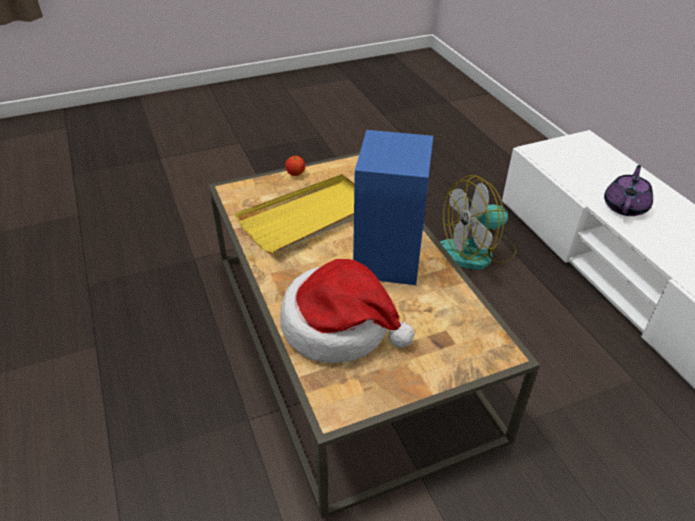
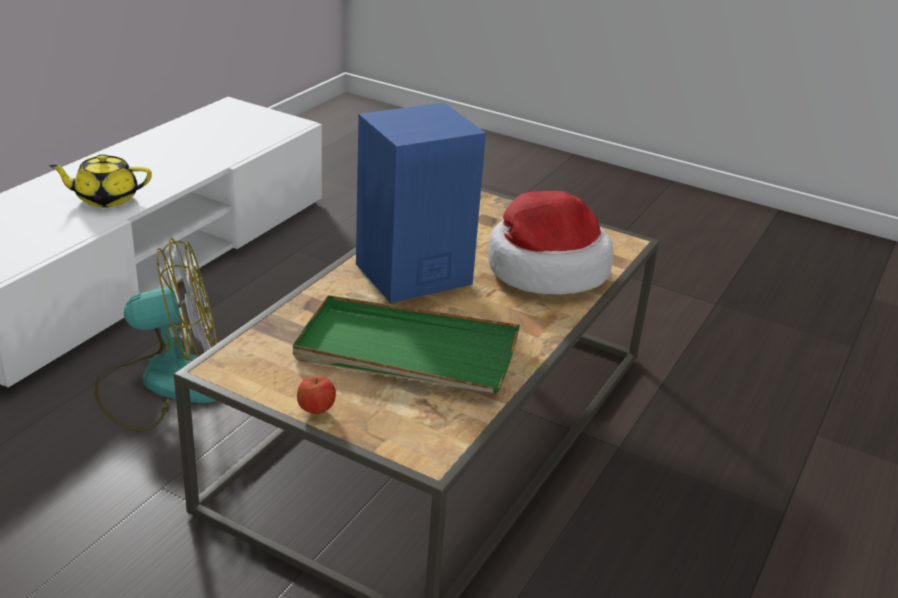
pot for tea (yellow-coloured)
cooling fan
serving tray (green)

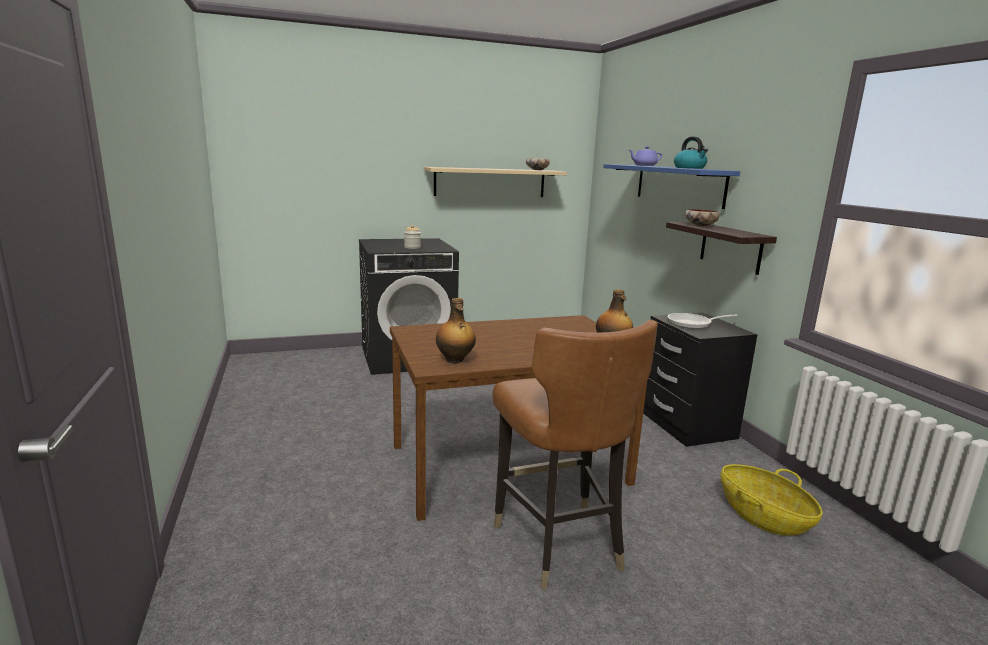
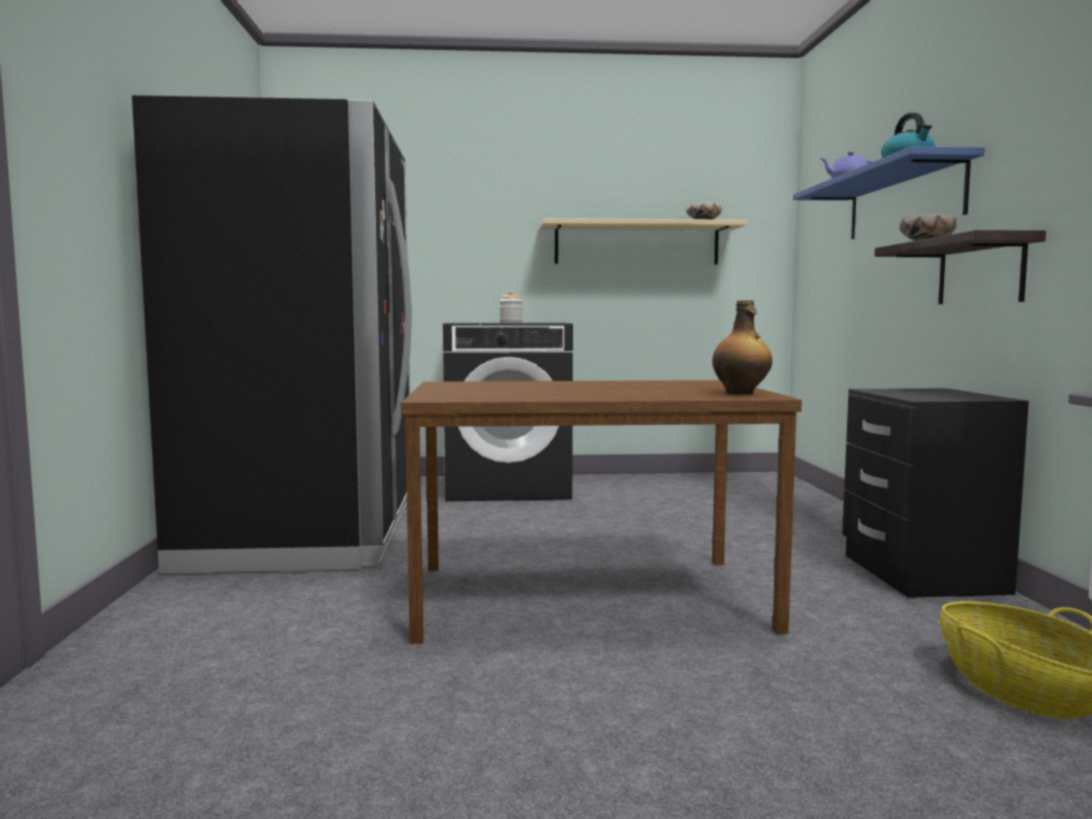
refrigerator (black-coloured)
drink bottle (1st from left in the first image)
chair (brownish)
pan

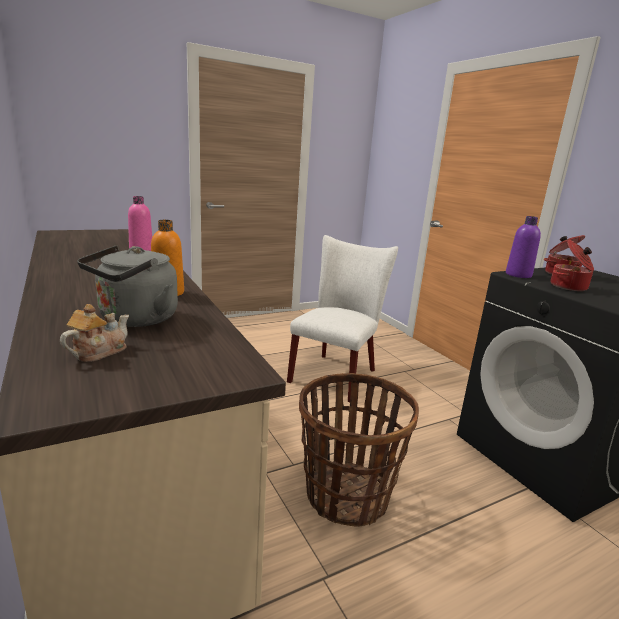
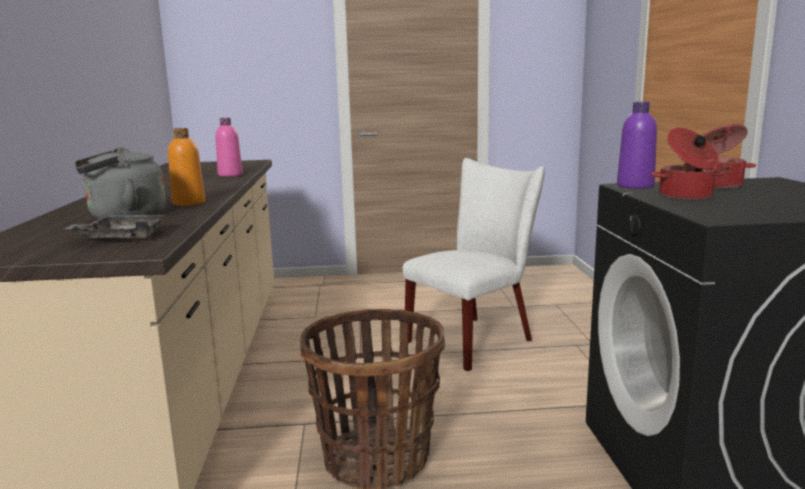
serving tray (grey)
pot for tea

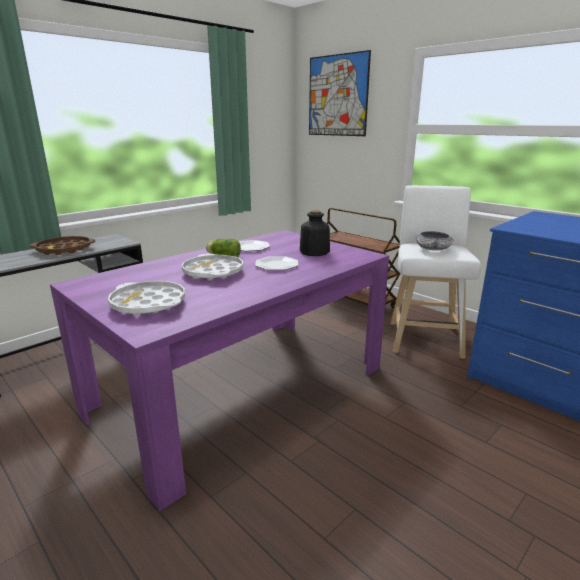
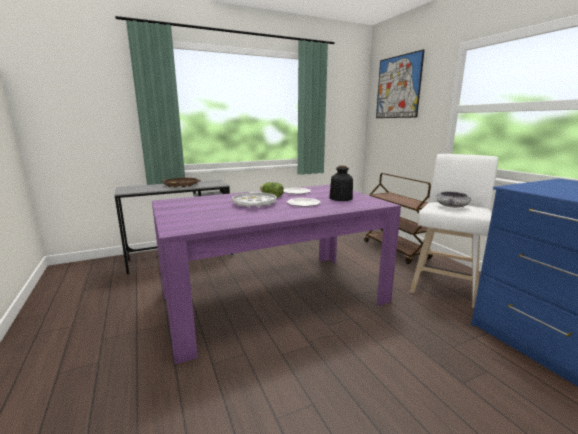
serving tray (white) (1st from left in the first image)

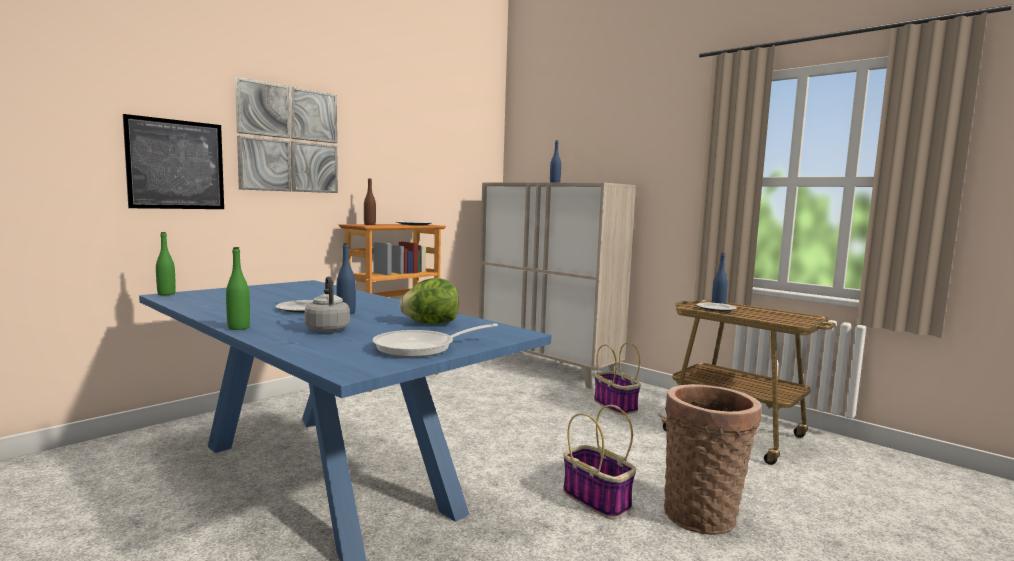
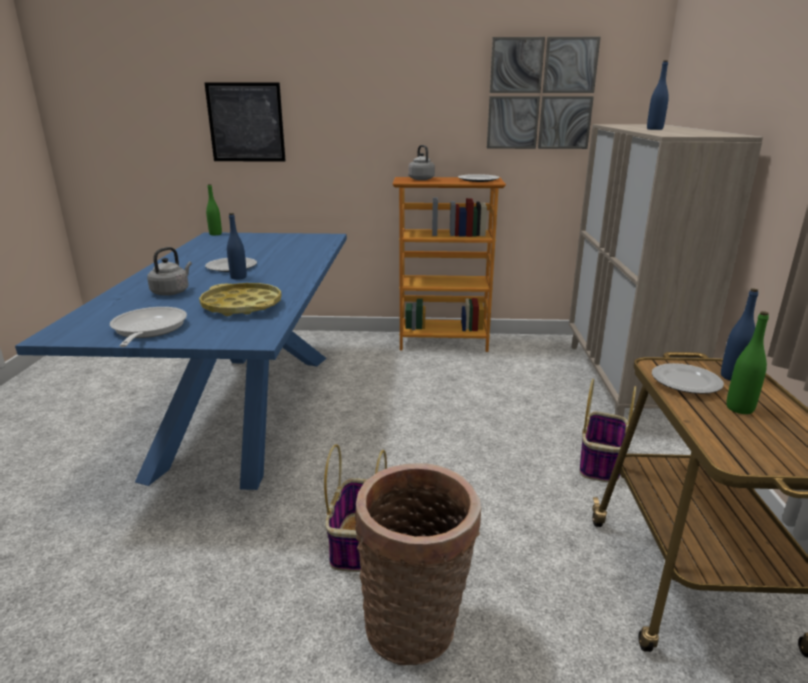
pan
serving tray (yellow-coloured)
kettle (grey) (2nd from left)
wall art (2nd from left)
drink bottle (green) (2nd from left)

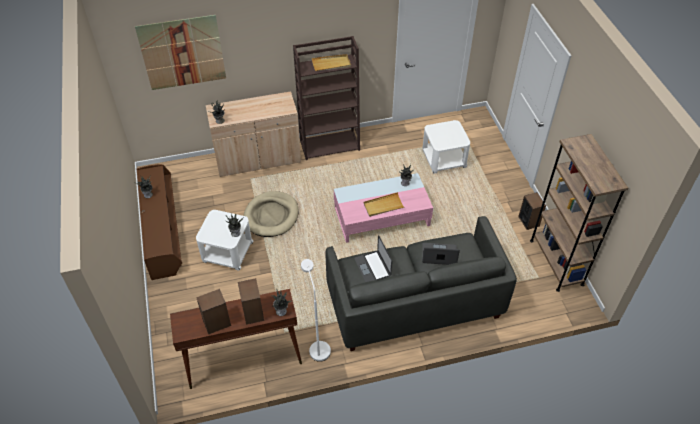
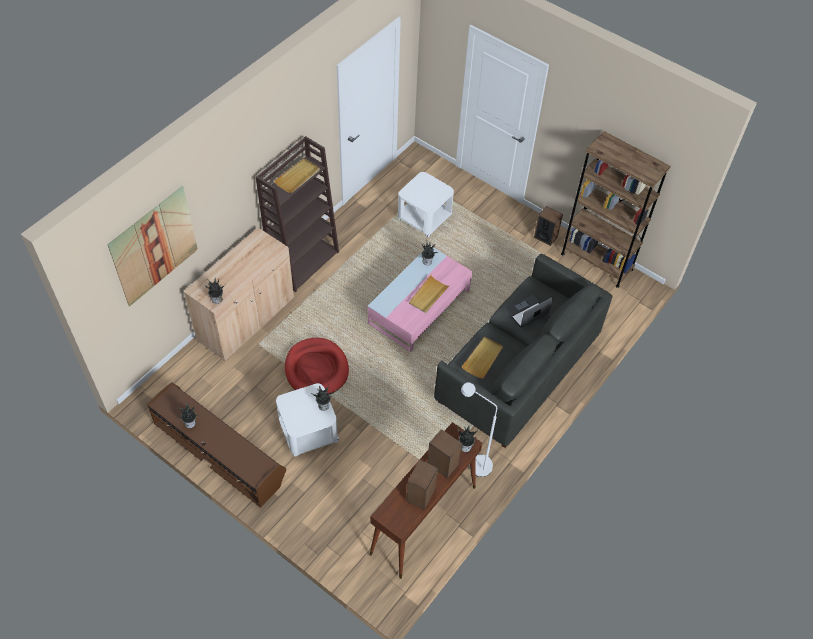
dog cushion (red-coloured)
serving tray (sand-coloured) (3rd from left)

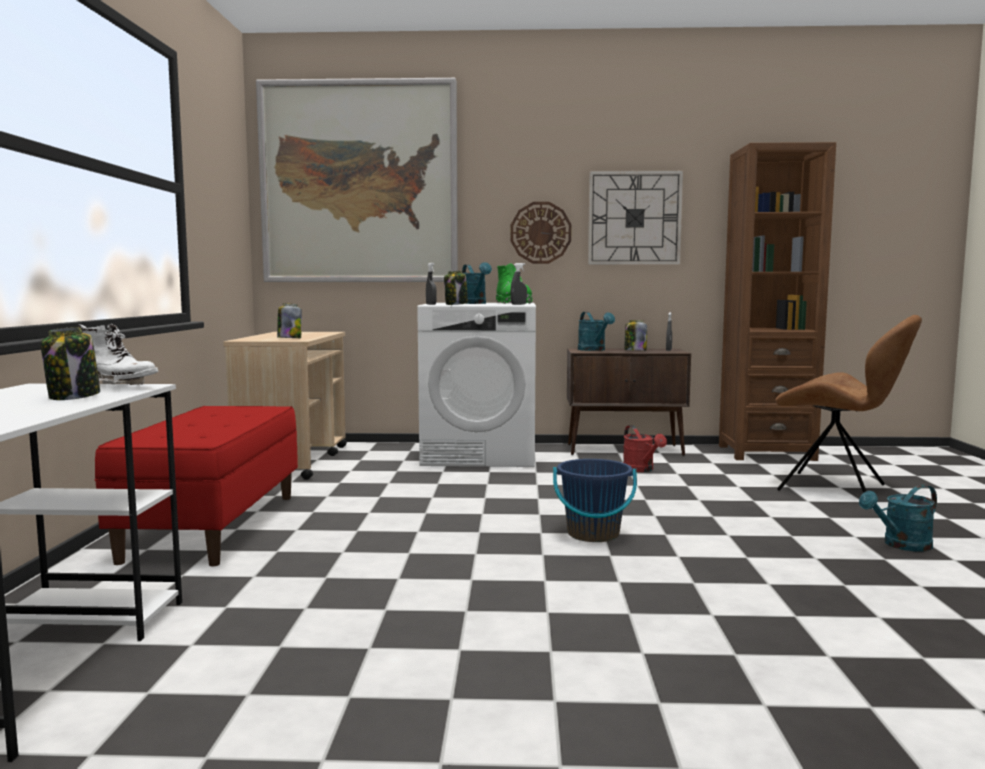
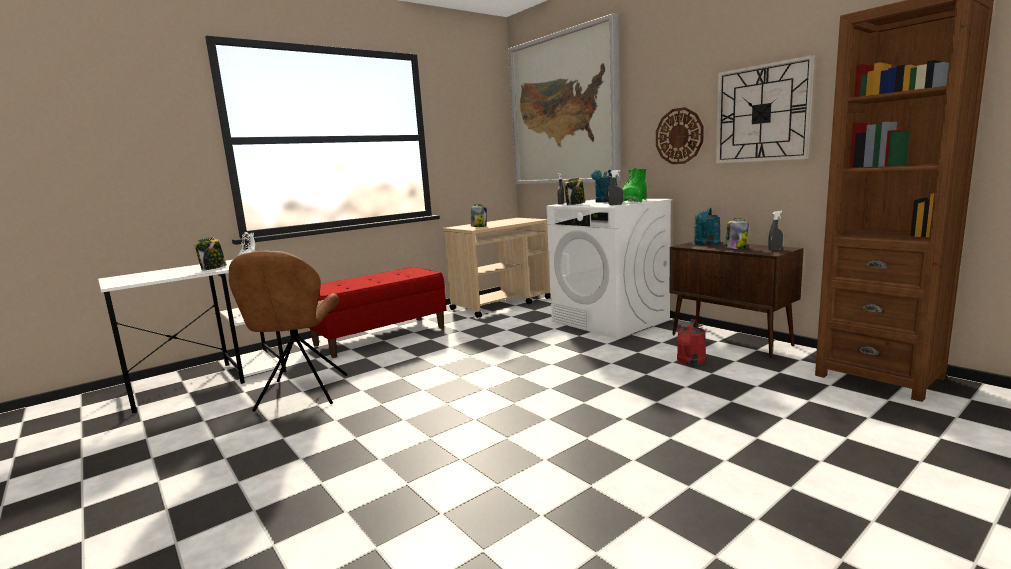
chair (brownish)
bucket (blue)
watering pot (blue-green) (3rd from left in the first image)

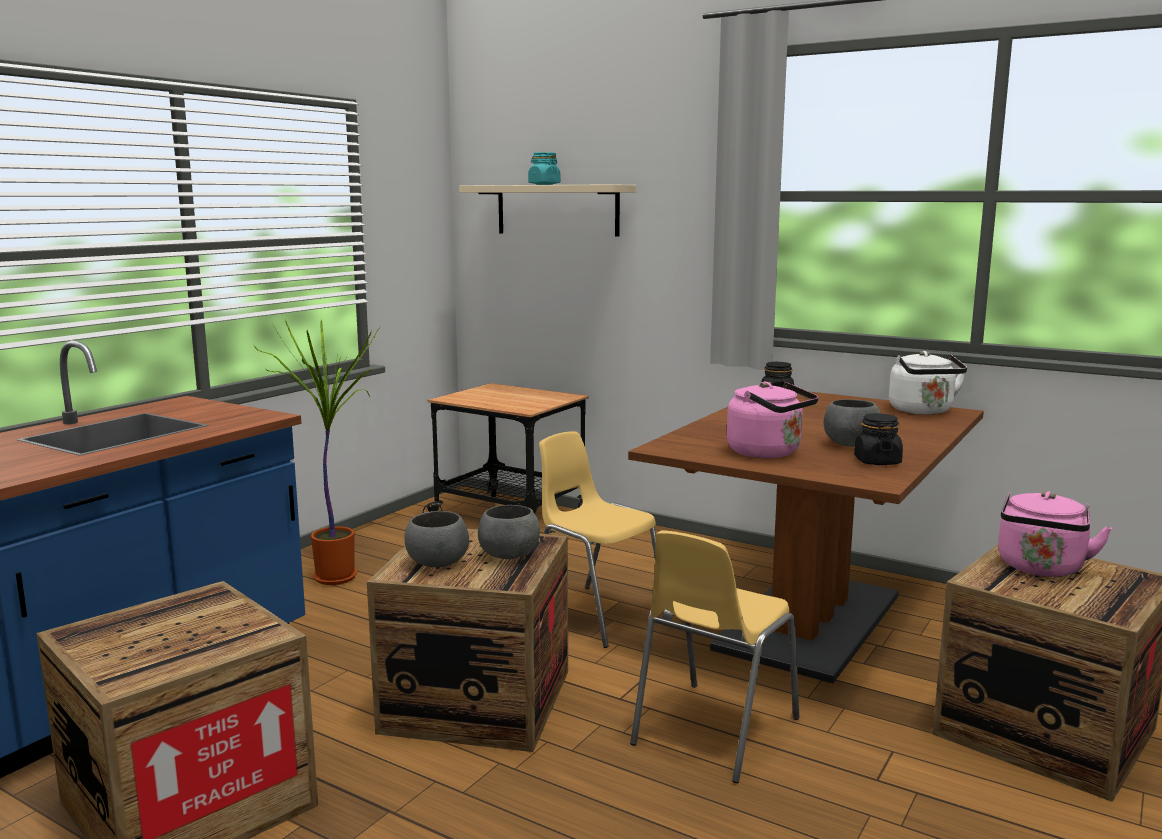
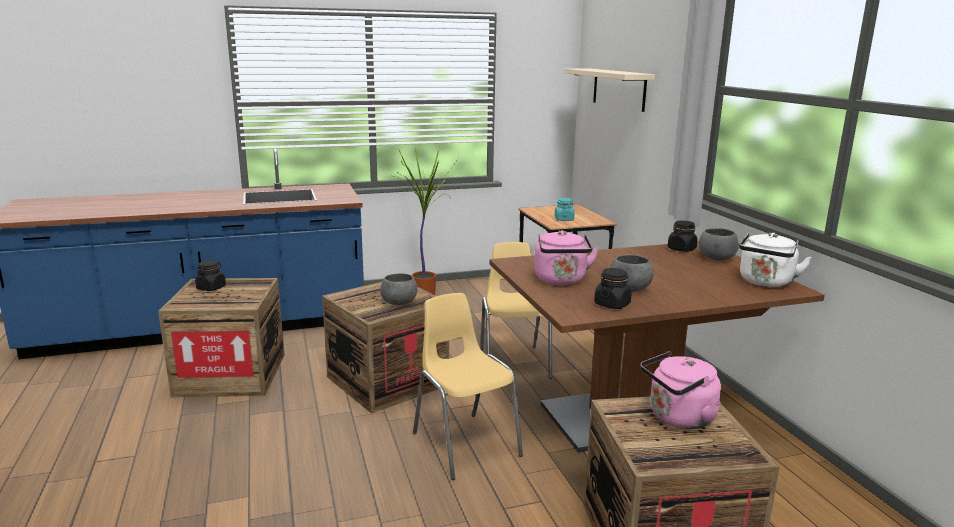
storage jar (black-coloured) (1st from left)
chair (yellow-coloured) (1st from left)
storage jar (blue-green)
serving bowl (grey) (3rd from left)

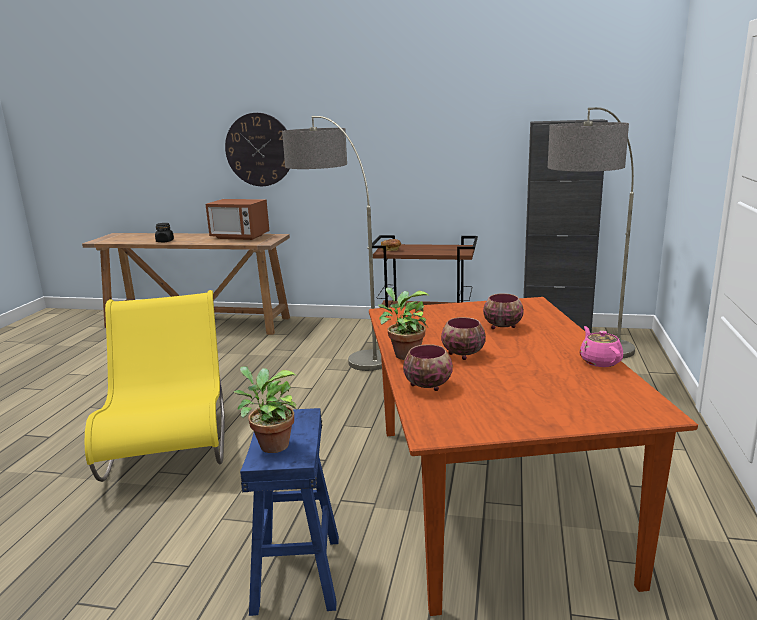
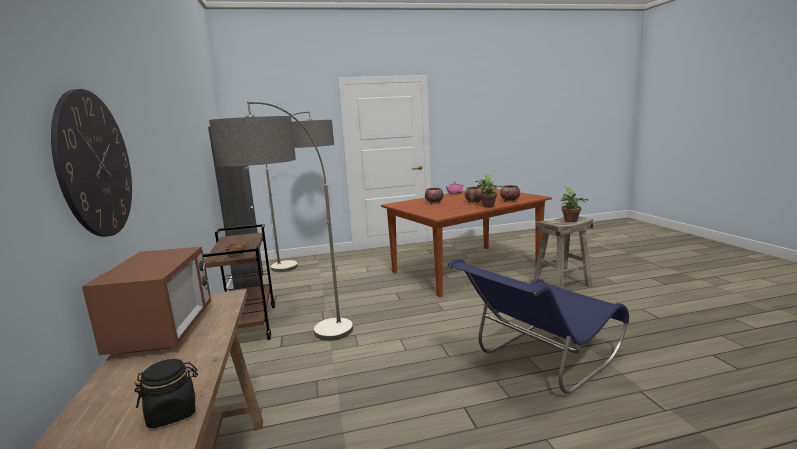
chair (blue)
stool (sand-coloured)

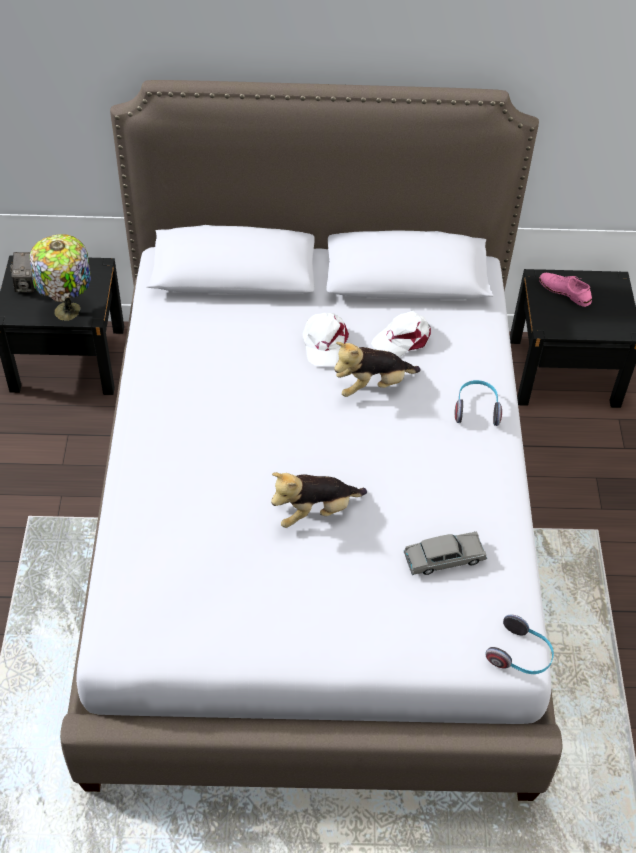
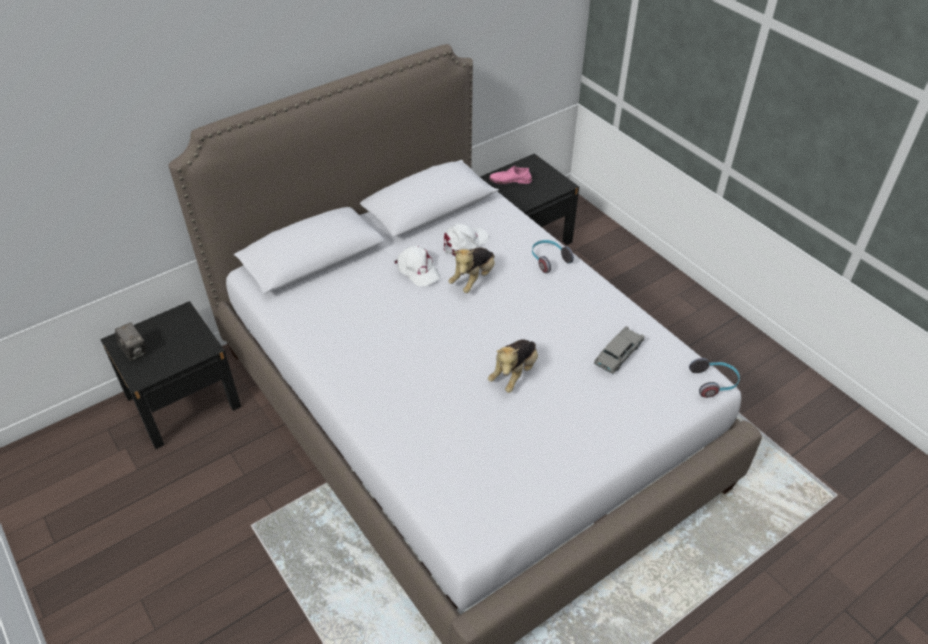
cap (white) (2nd from left)
lamp for a table

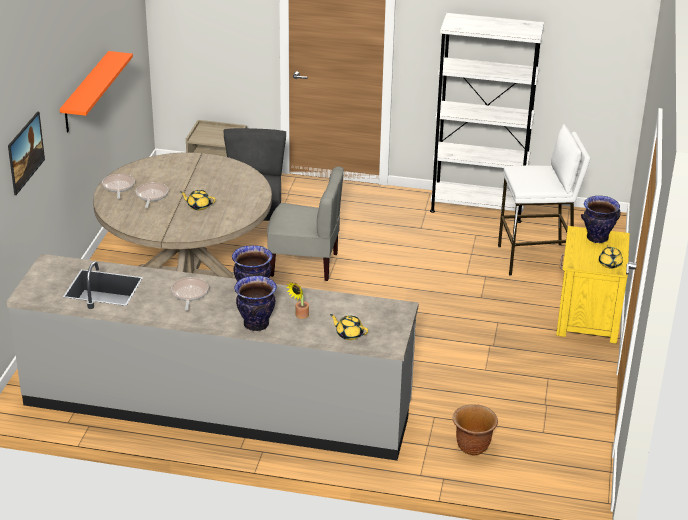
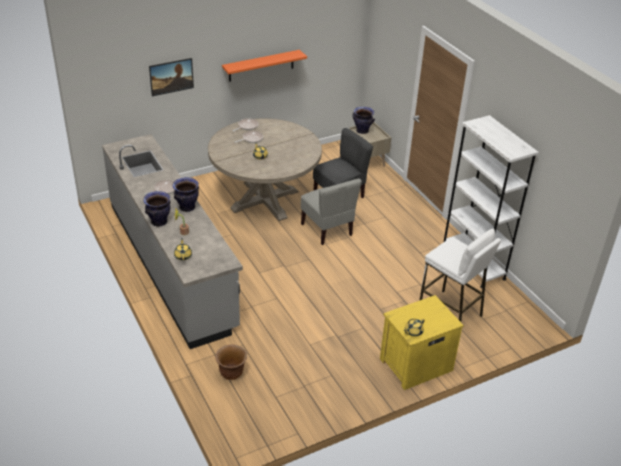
decorative vase (3rd from left)

